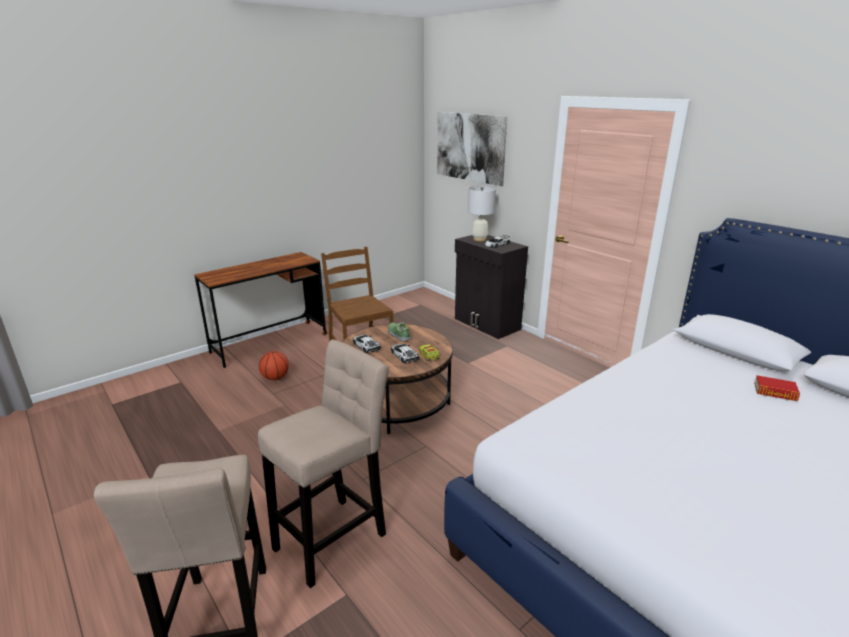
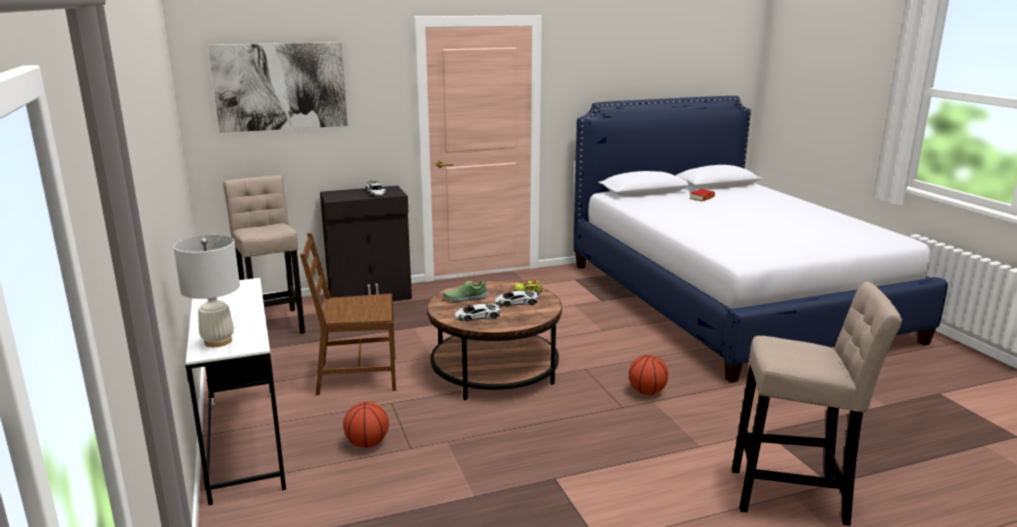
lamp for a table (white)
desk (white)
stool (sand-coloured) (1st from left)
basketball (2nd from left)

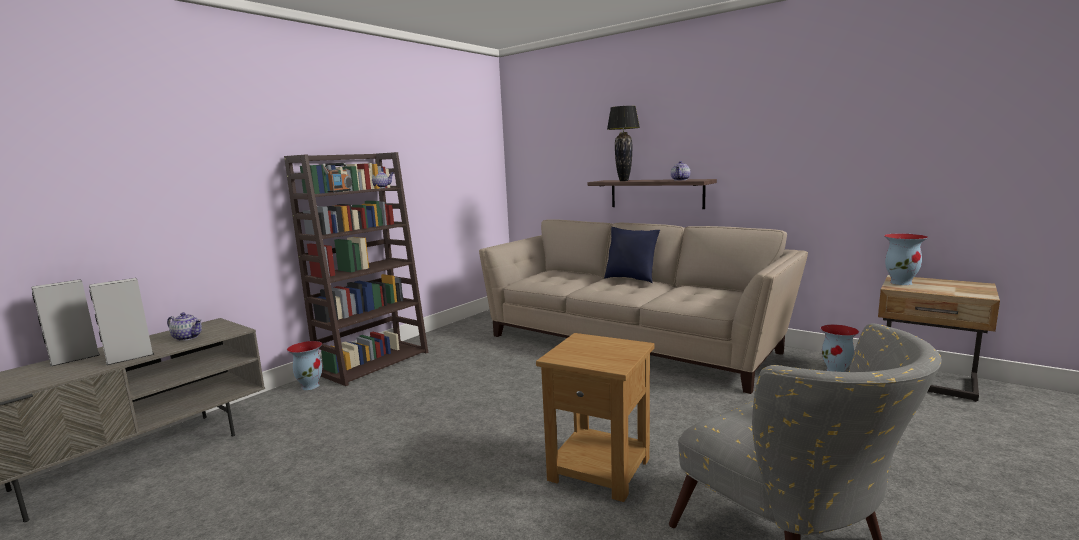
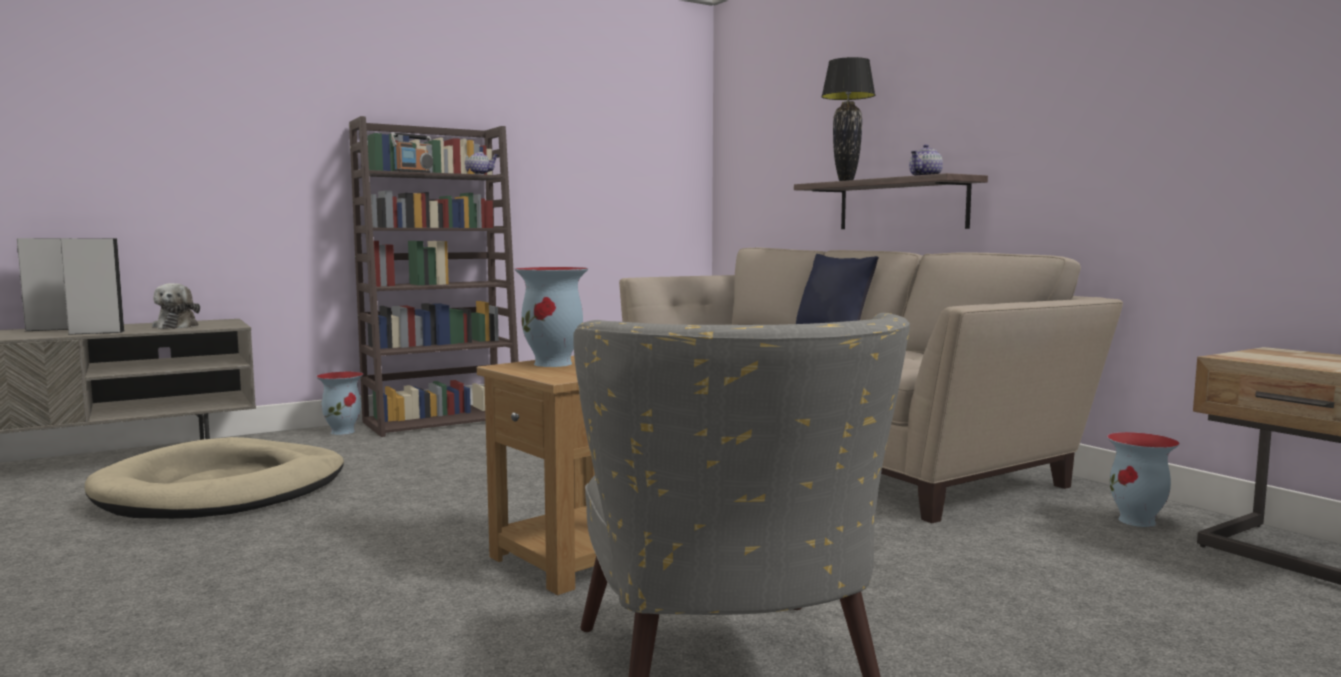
dog cushion (sand-coloured)
soft toy
decorative vase (2nd from left)

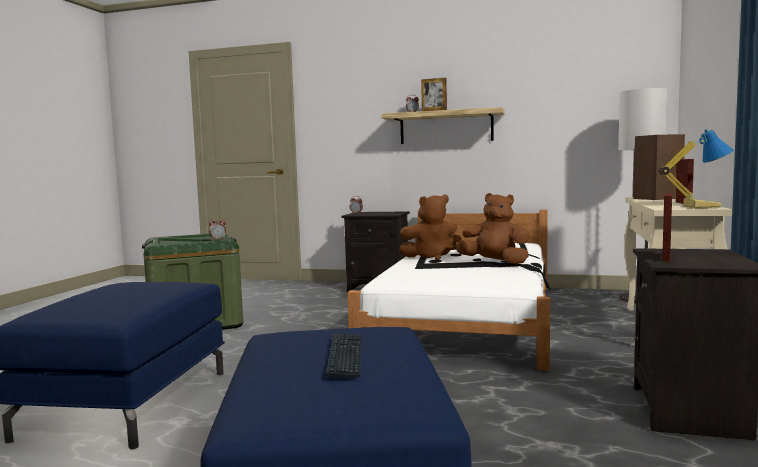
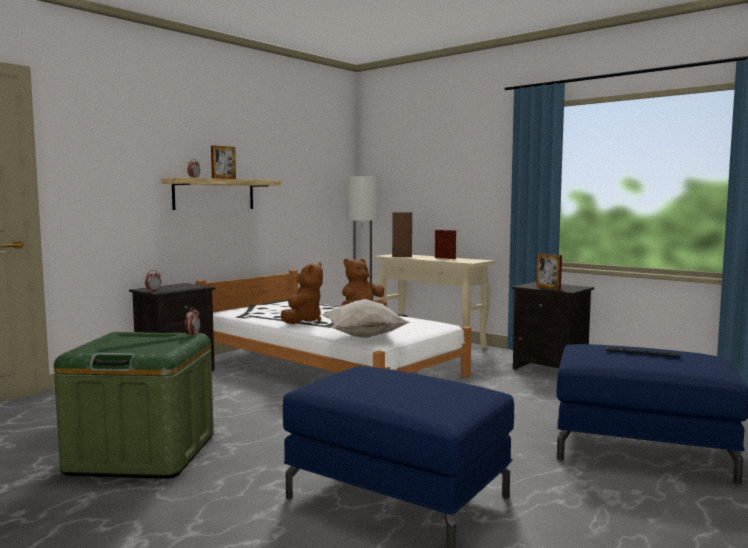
throw pillow (white)
lamp for a table

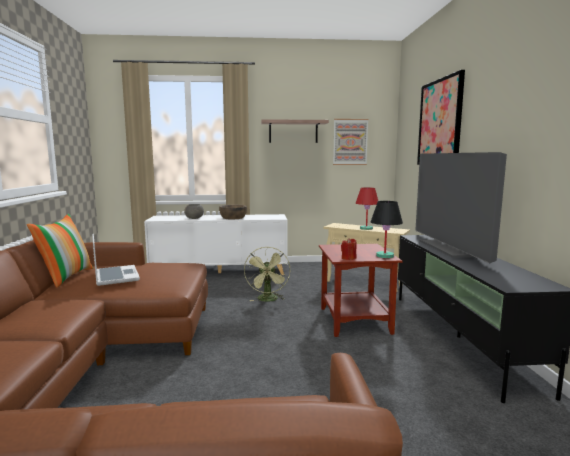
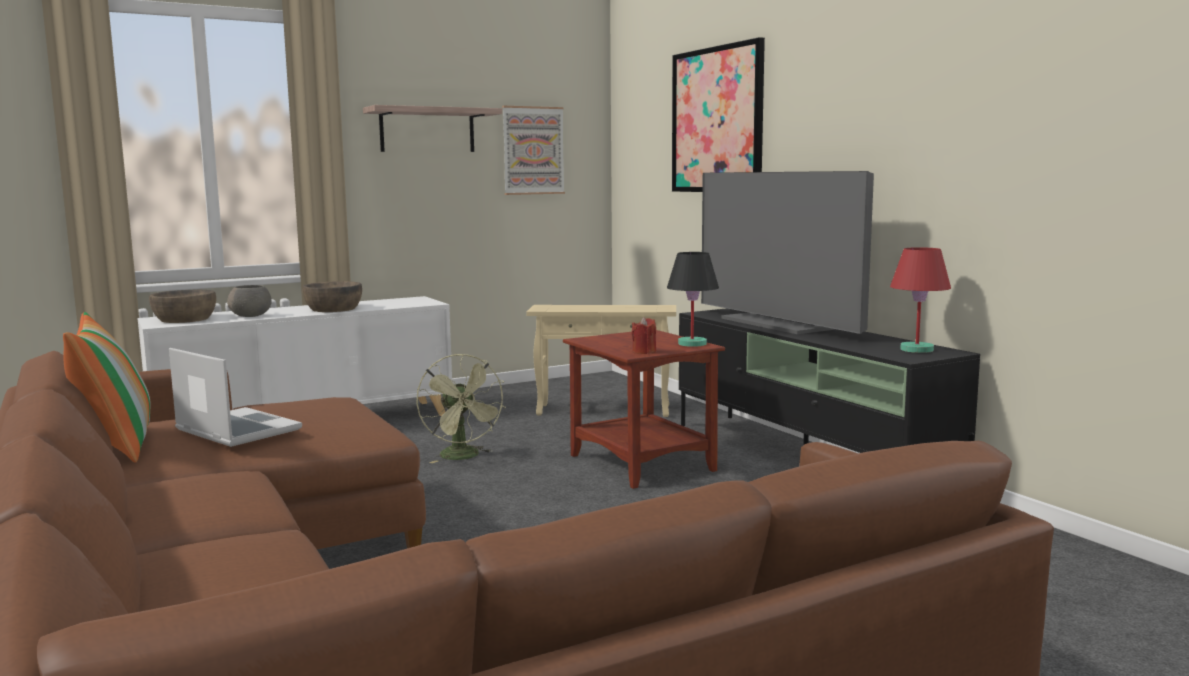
serving bowl (brownish) (1st from left)
lamp for a table (red-coloured)

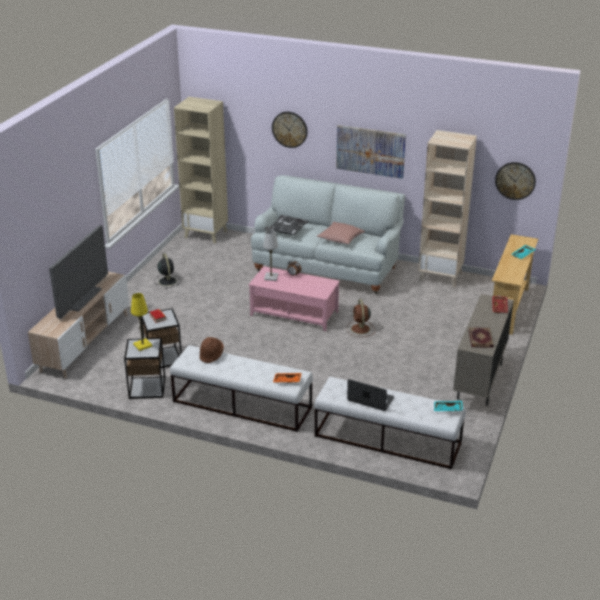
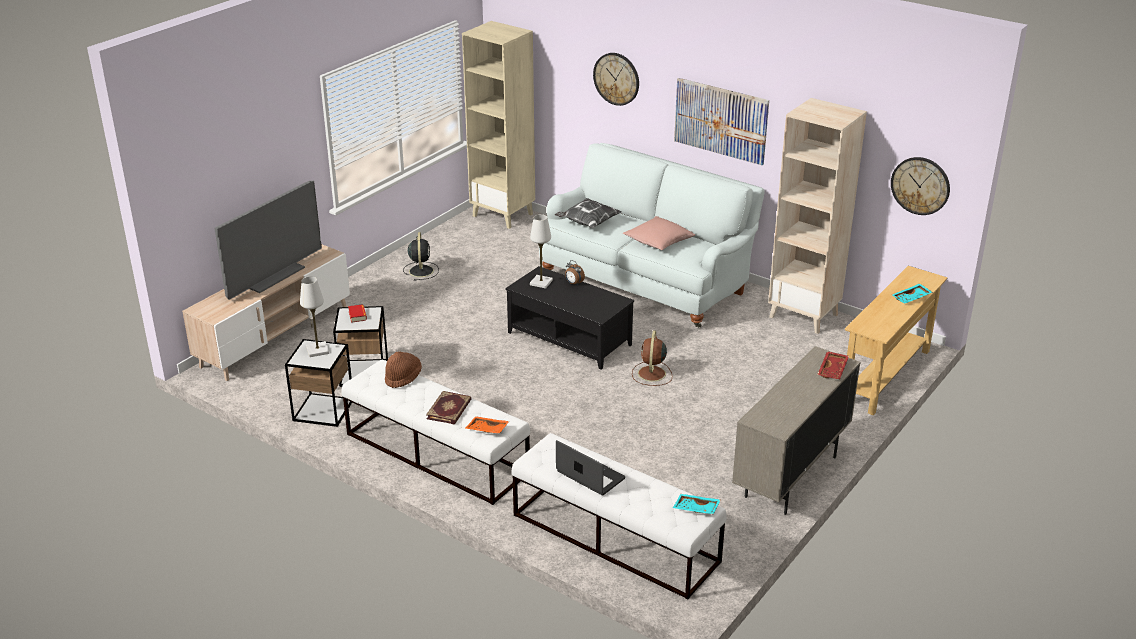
lamp for a table (white) (1st from left)
book (2nd from left)
coffee table (black-coloured)

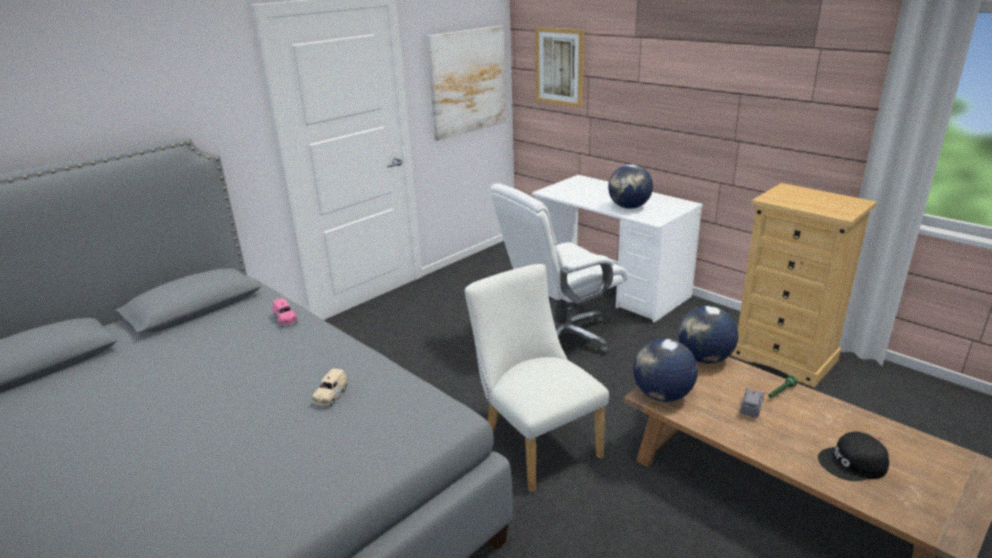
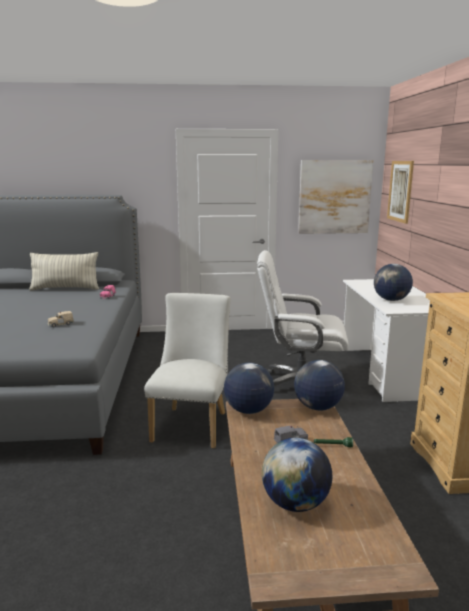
throw pillow
desk globe (2nd from left)

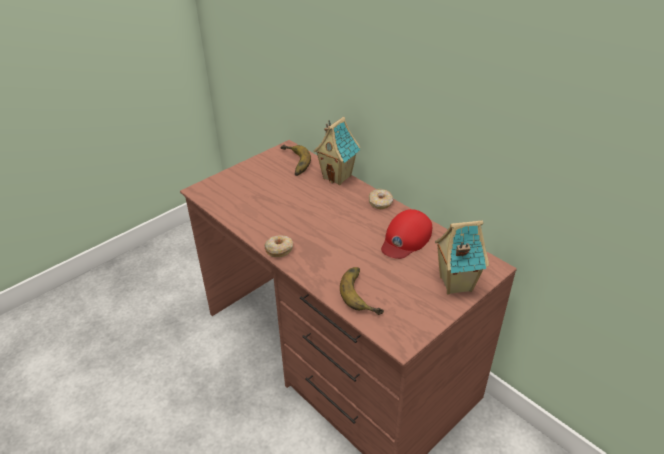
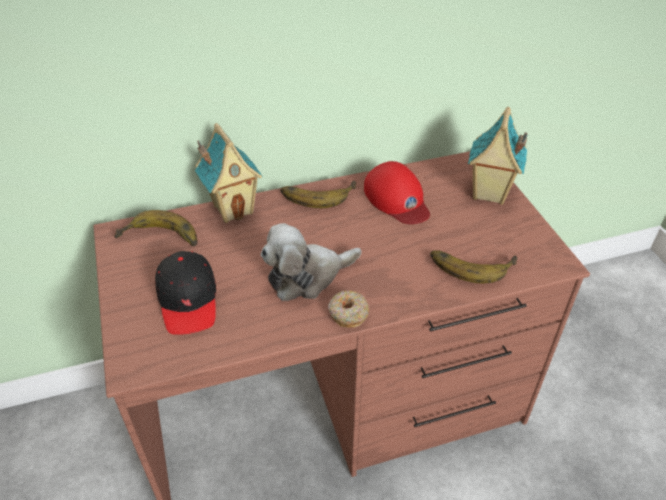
cap (black-coloured)
soft toy
banana fruit (2nd from left)

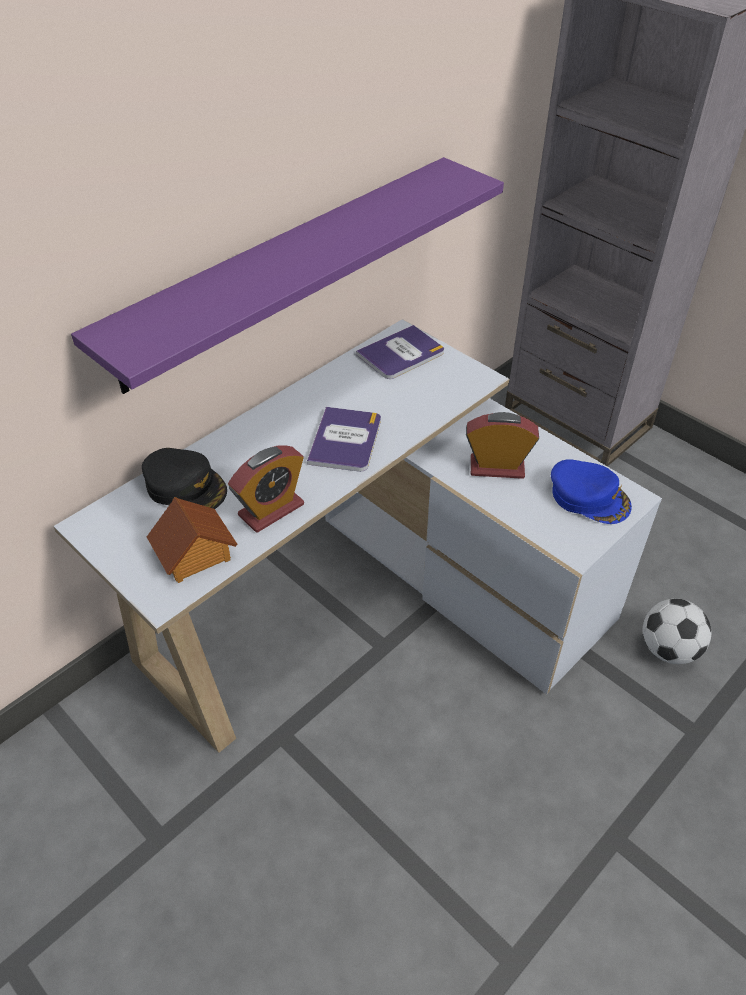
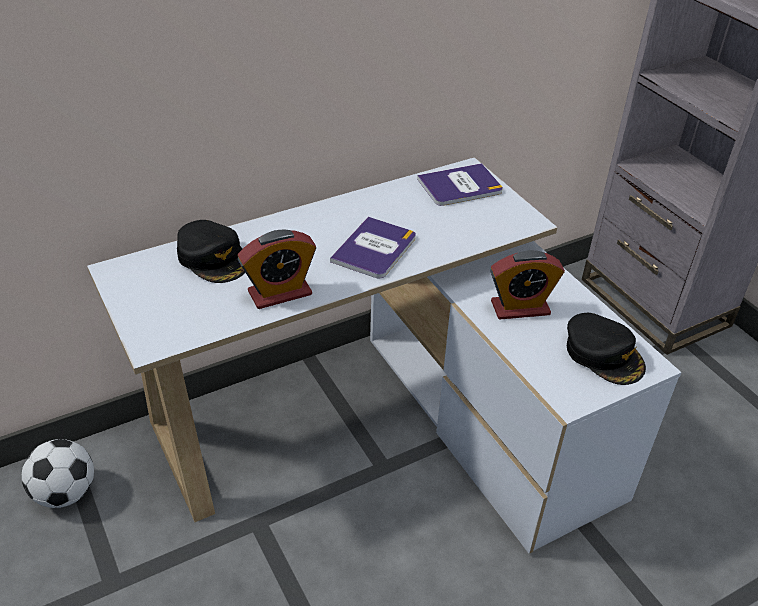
ball for football
alarm clock (2nd from left)
cap (black-coloured) (2nd from left)
wall shelf (purple)
toy house

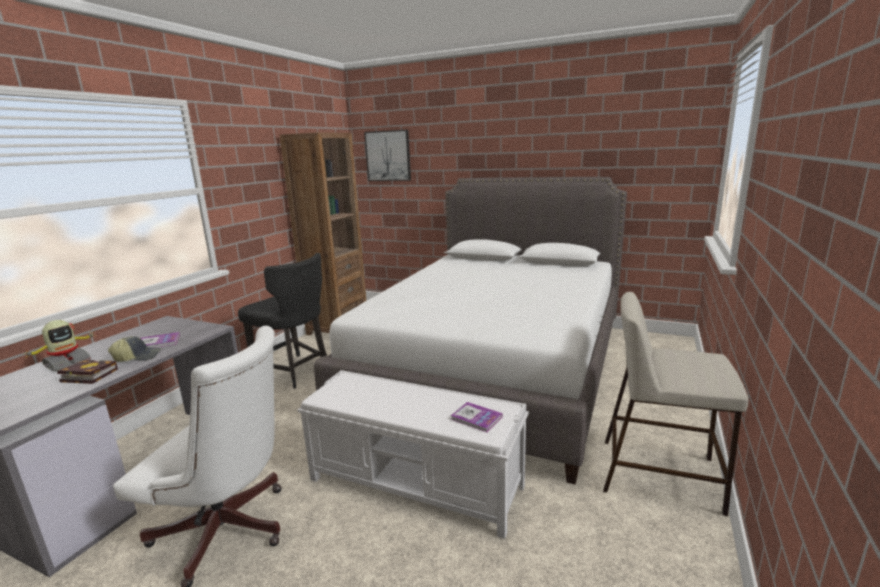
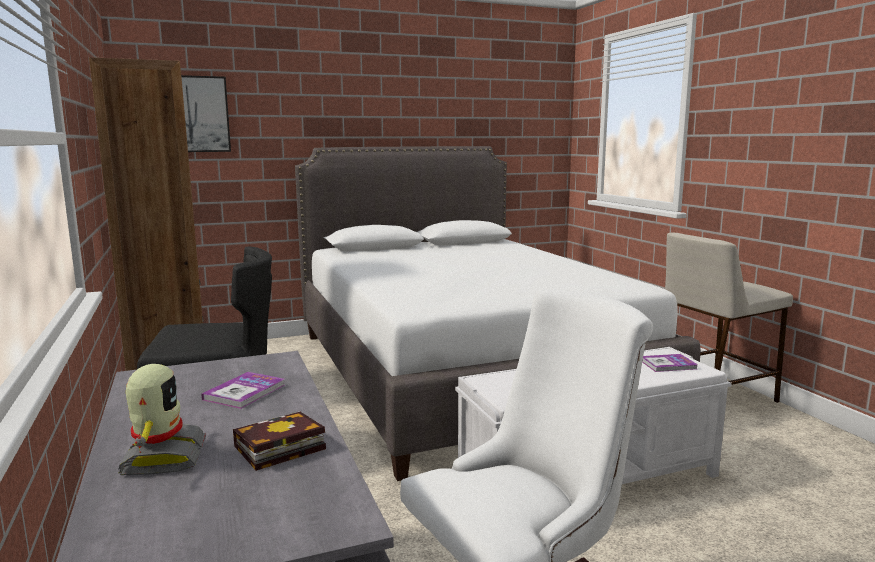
cap

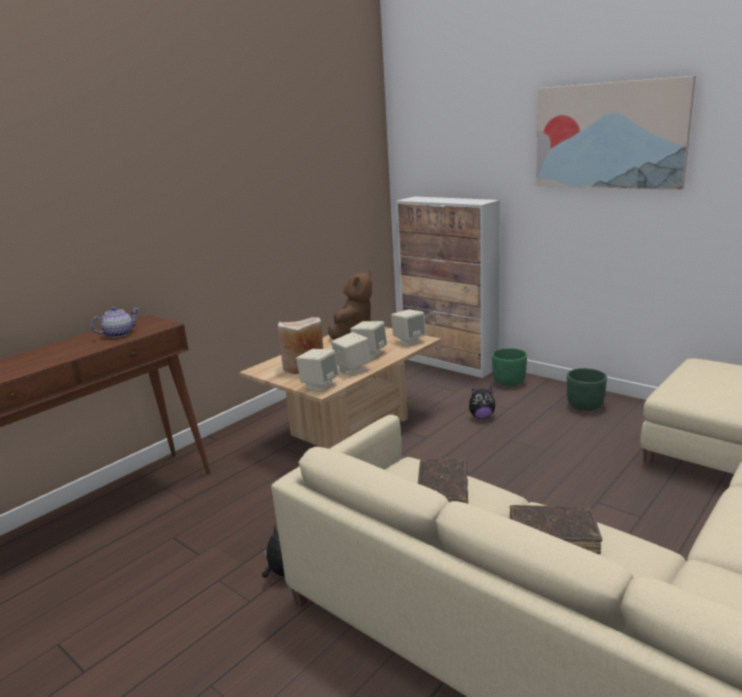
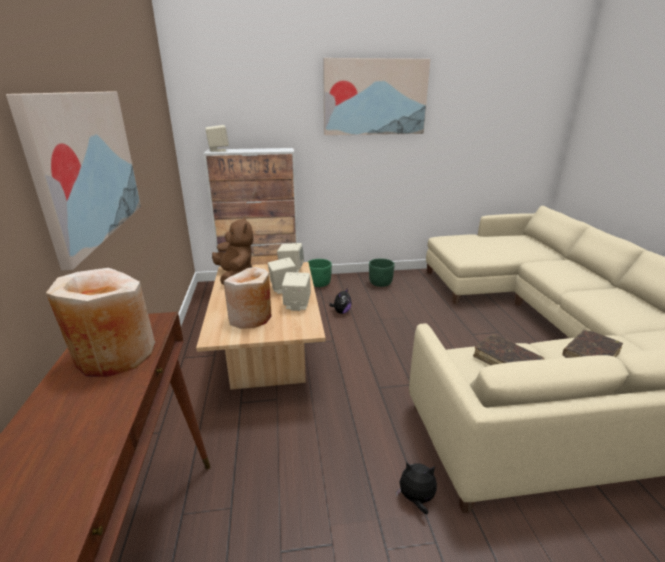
wall art (1st from left)
decorative vase (sand-coloured) (1st from left)
loudspeaker (sand-coloured) (1st from left)

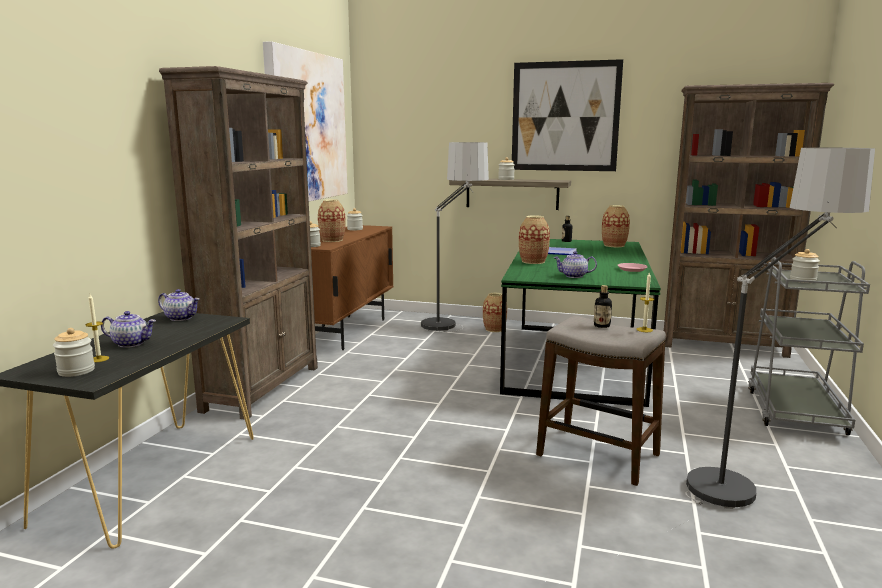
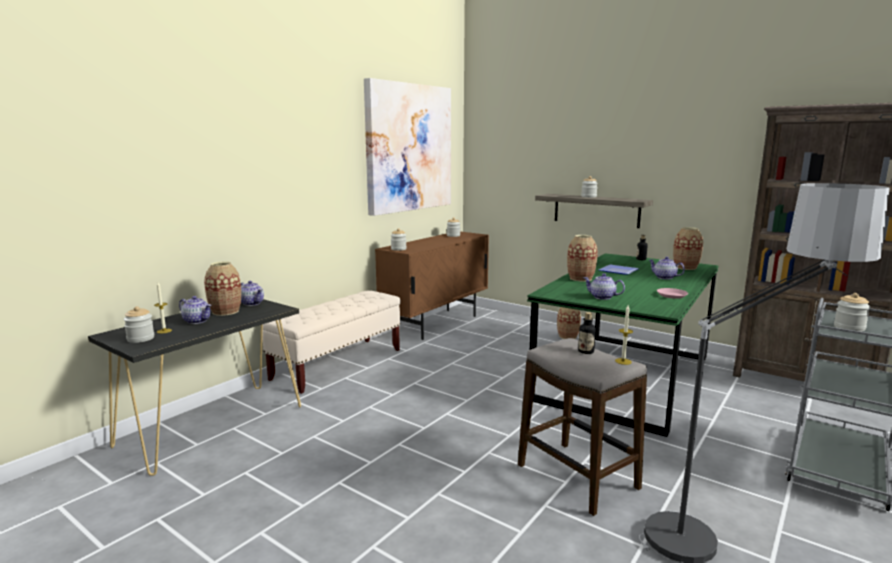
decorative vase (1st from left)
long seat (sand-coloured)
pot for tea (4th from left)
standing lamp (1st from left in the first image)
wall art (2nd from left in the first image)

